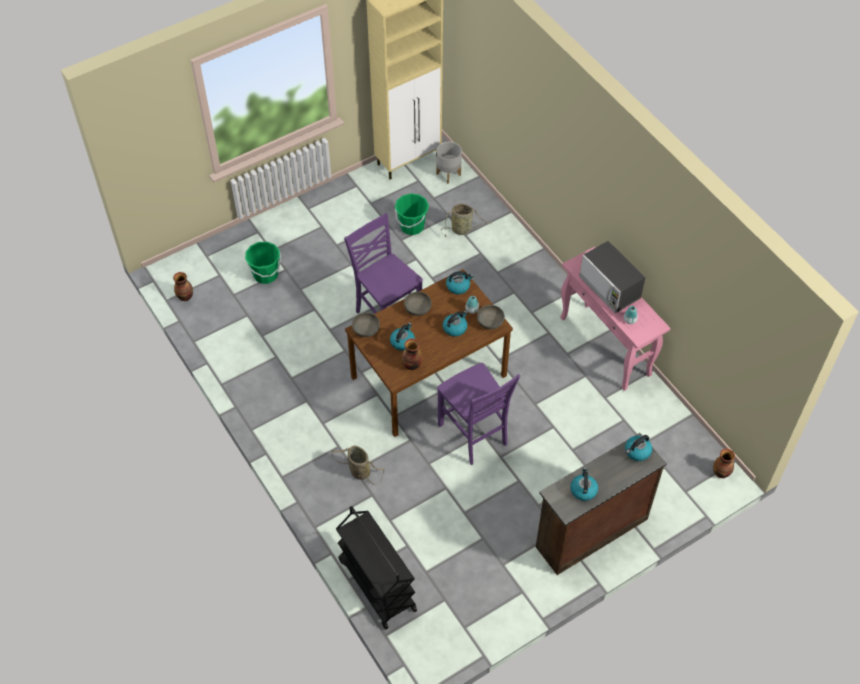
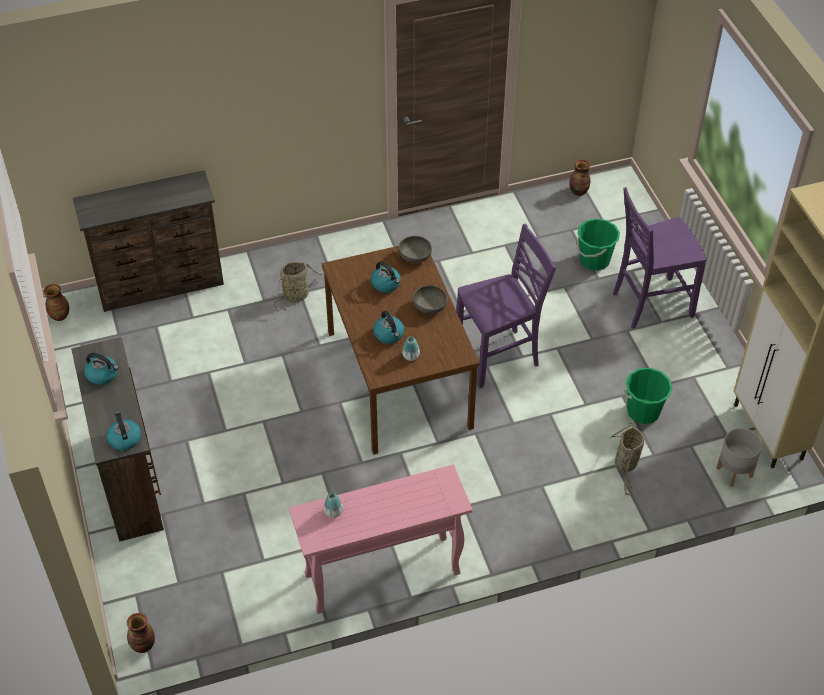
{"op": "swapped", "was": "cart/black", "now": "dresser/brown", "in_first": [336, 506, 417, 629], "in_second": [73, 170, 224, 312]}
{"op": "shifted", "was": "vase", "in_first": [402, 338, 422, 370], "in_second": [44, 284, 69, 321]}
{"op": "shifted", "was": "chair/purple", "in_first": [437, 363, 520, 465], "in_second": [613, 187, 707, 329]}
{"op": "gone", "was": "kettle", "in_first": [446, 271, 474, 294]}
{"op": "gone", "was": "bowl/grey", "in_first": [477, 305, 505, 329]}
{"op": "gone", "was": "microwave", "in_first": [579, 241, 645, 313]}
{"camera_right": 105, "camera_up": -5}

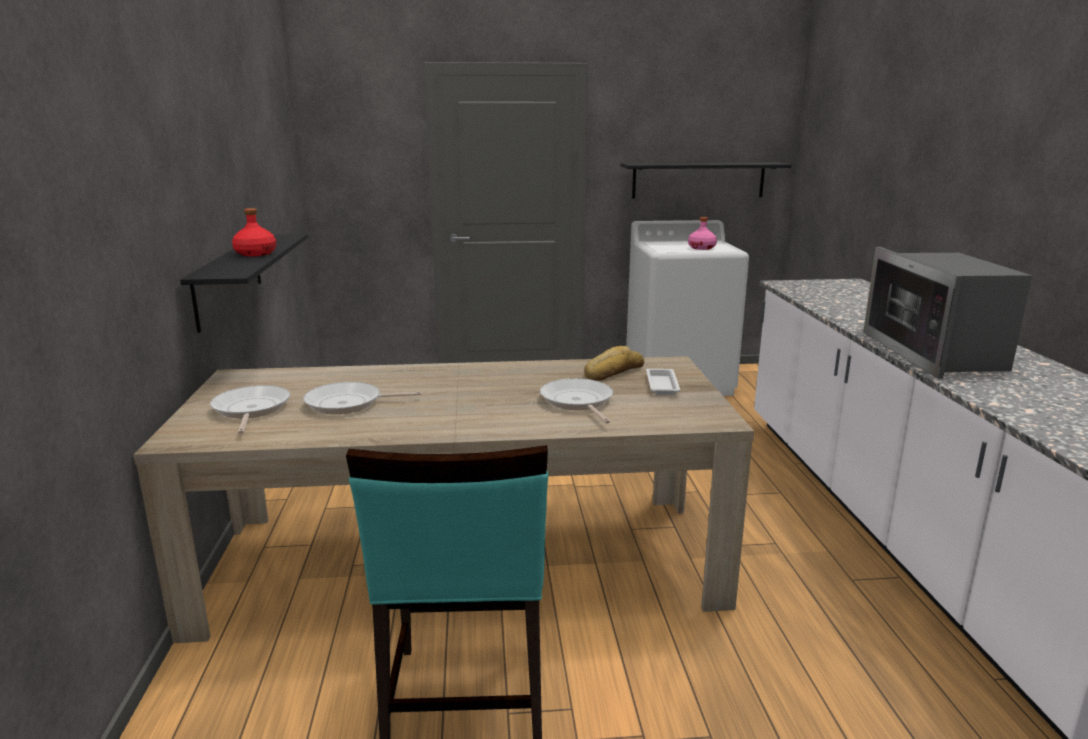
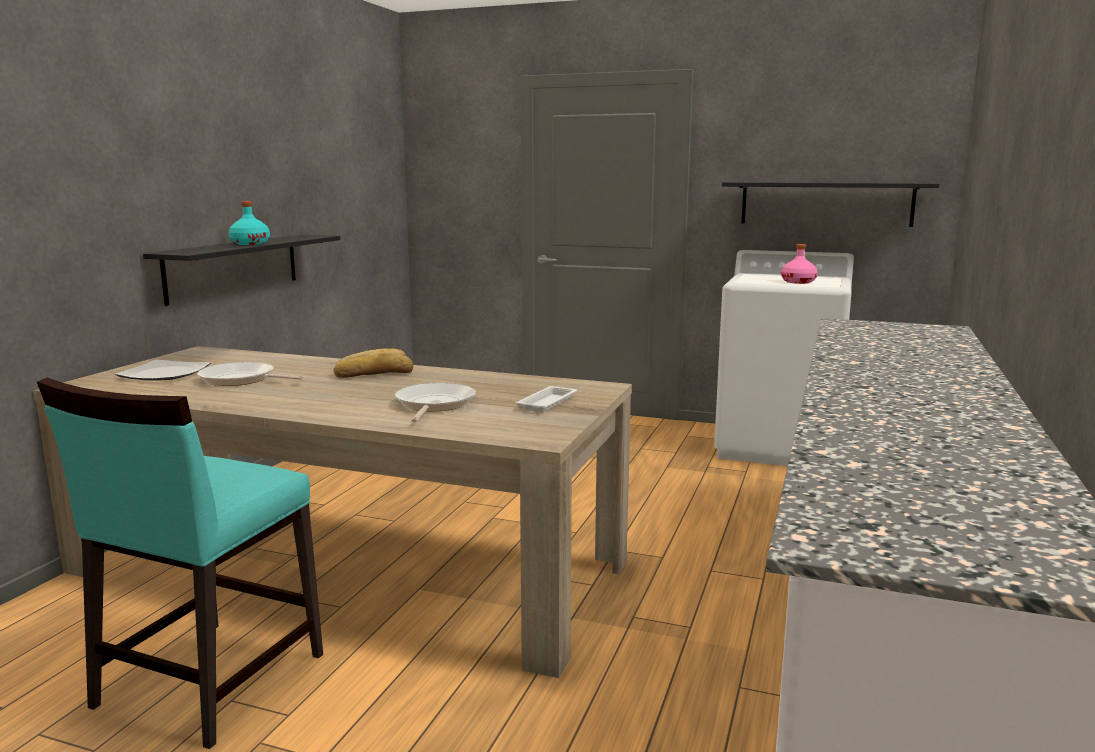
{"op": "swapped", "was": "frying pan", "now": "plate", "in_first": [210, 385, 290, 434], "in_second": [115, 360, 211, 381]}
{"op": "repainted", "was": "bottle/red", "now": "bottle/turquoise", "in_first": [232, 208, 277, 256], "in_second": [229, 201, 270, 245]}
{"op": "shifted", "was": "bread", "in_first": [584, 346, 644, 381], "in_second": [333, 348, 413, 378]}
{"op": "gone", "was": "microwave", "in_first": [863, 247, 1032, 379]}
{"camera_right": 25, "camera_up": -5}

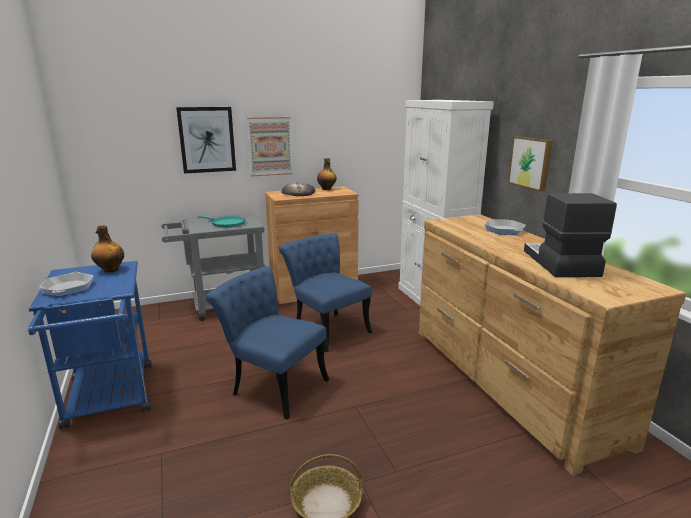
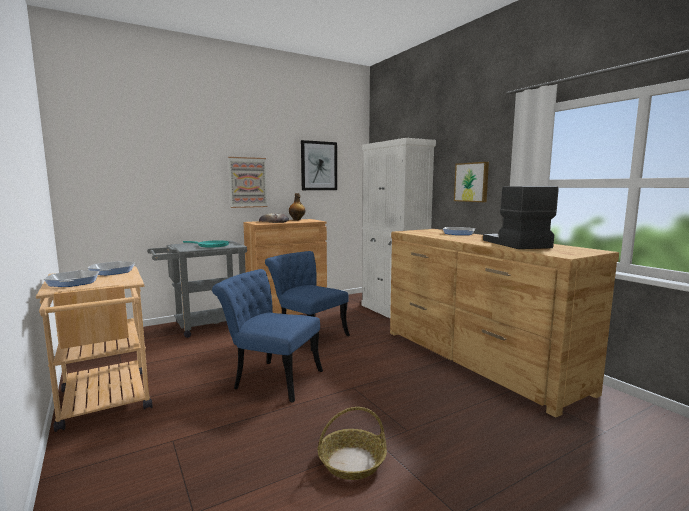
{"op": "repainted", "was": "cart/blue", "now": "cart/beige", "in_first": [28, 261, 152, 429], "in_second": [36, 266, 152, 432]}
{"op": "swapped", "was": "bottle", "now": "frying pan", "in_first": [91, 225, 124, 272], "in_second": [87, 261, 135, 275]}
{"op": "shifted", "was": "picture", "in_first": [176, 107, 236, 174], "in_second": [301, 140, 337, 190]}
{"camera_right": -10, "camera_up": -10}

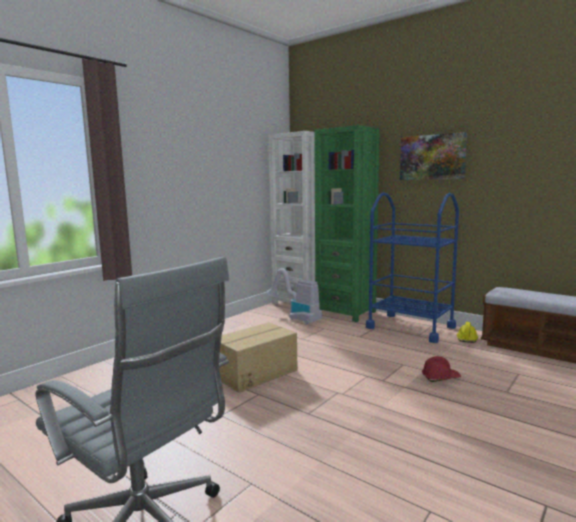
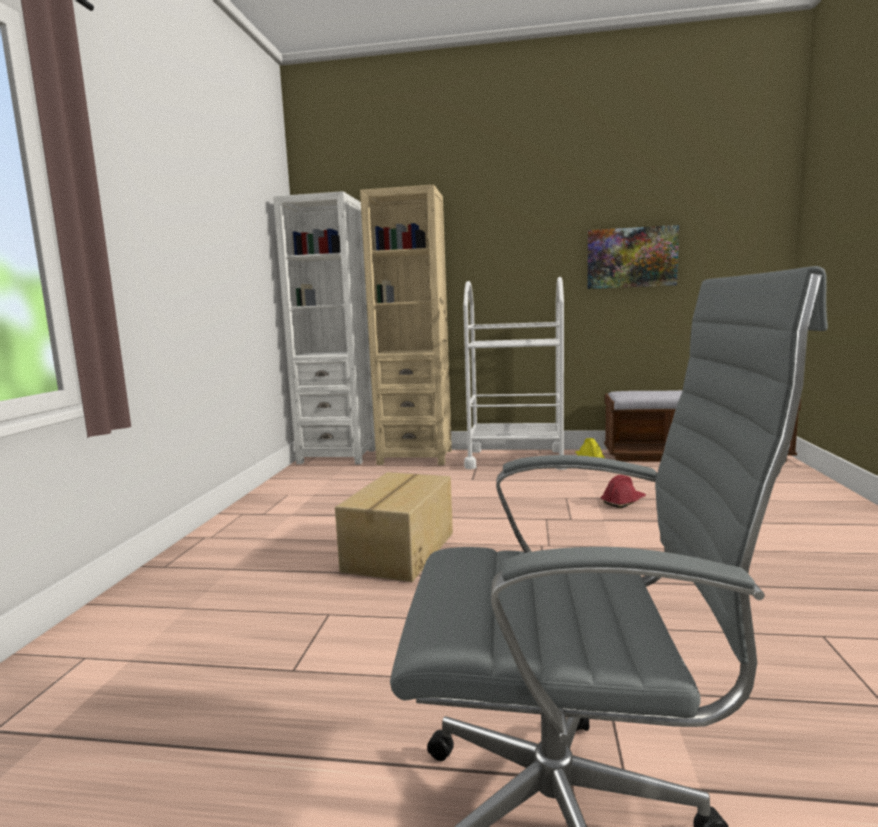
{"op": "gone", "was": "vacuum cleaner", "in_first": [266, 268, 322, 325]}
{"op": "repainted", "was": "bookcase/green", "now": "bookcase/beige", "in_first": [314, 125, 380, 322], "in_second": [360, 185, 452, 465]}
{"op": "repainted", "was": "cart/blue", "now": "cart/white", "in_first": [366, 192, 459, 343], "in_second": [463, 277, 567, 470]}
{"op": "shifted", "was": "picture", "in_first": [400, 132, 467, 180], "in_second": [587, 225, 679, 289]}
{"camera_right": -30, "camera_up": 0}

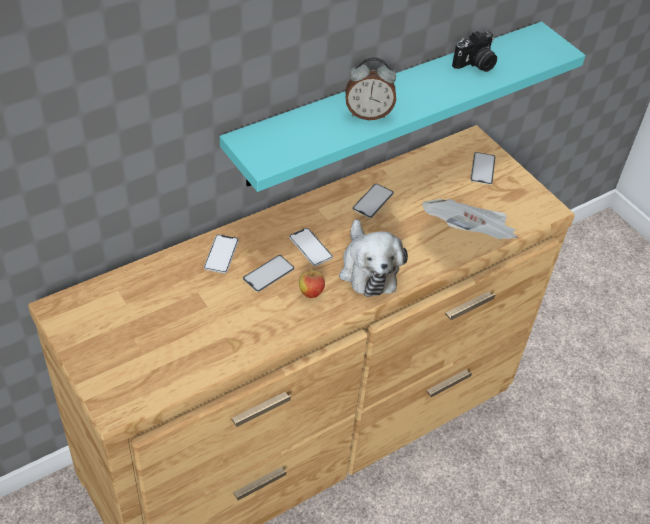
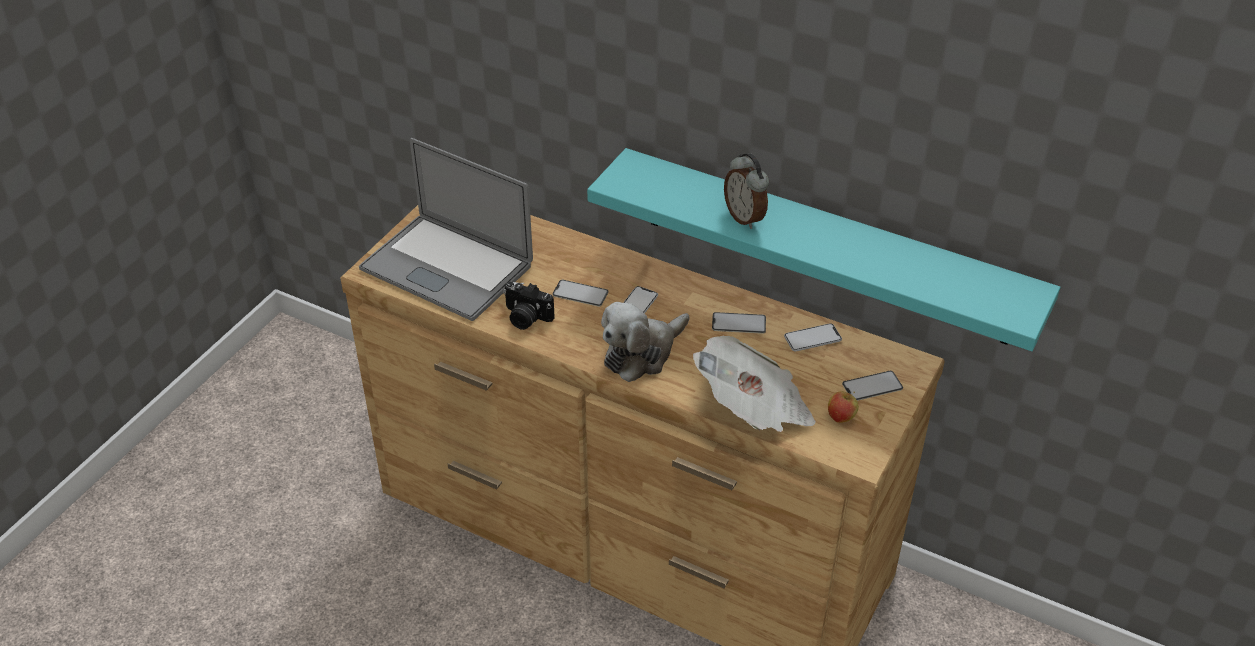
{"op": "shifted", "was": "phone", "in_first": [204, 234, 239, 273], "in_second": [784, 323, 842, 351]}
{"op": "shifted", "was": "apple", "in_first": [299, 267, 325, 298], "in_second": [828, 391, 859, 423]}
{"op": "shifted", "was": "photo camera", "in_first": [452, 31, 497, 72], "in_second": [503, 281, 555, 330]}
{"op": "new", "now": "laptop", "in_second": [359, 138, 533, 321]}
{"camera_right": 65, "camera_up": -5}

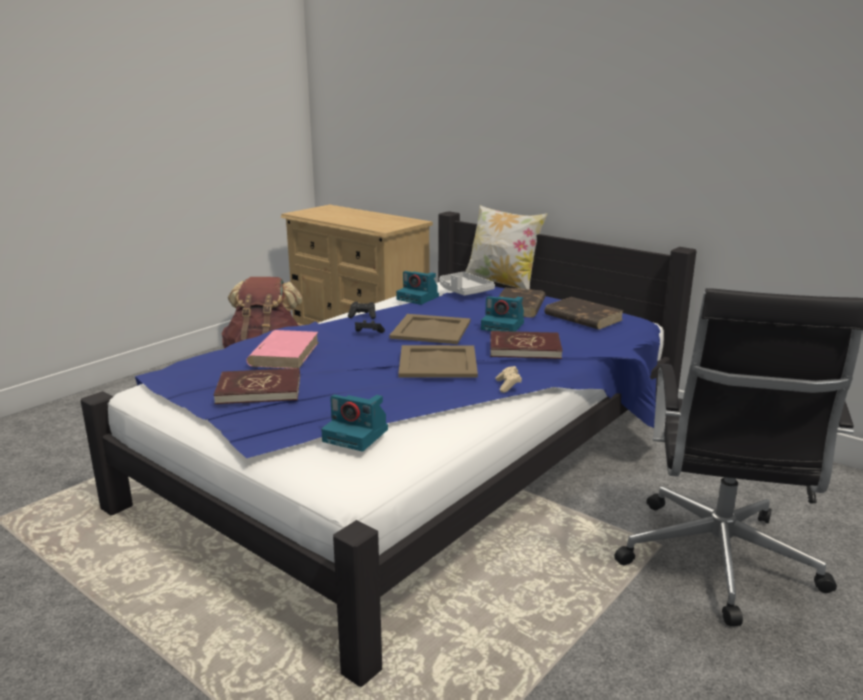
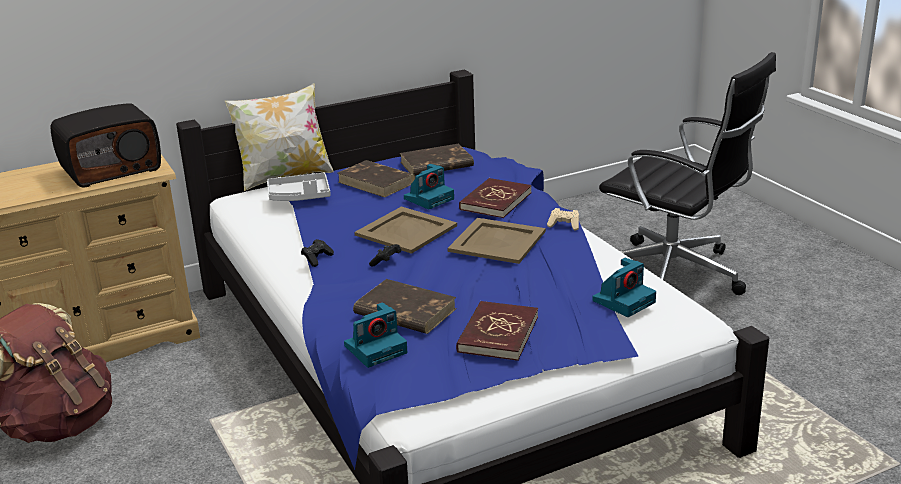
{"op": "repainted", "was": "book/pink", "now": "book/brown", "in_first": [246, 330, 319, 369], "in_second": [353, 279, 457, 334]}
{"op": "shifted", "was": "photo camera", "in_first": [396, 271, 439, 305], "in_second": [344, 302, 408, 368]}
{"op": "new", "now": "radio", "in_second": [50, 103, 161, 188]}
{"camera_right": -65, "camera_up": 5}

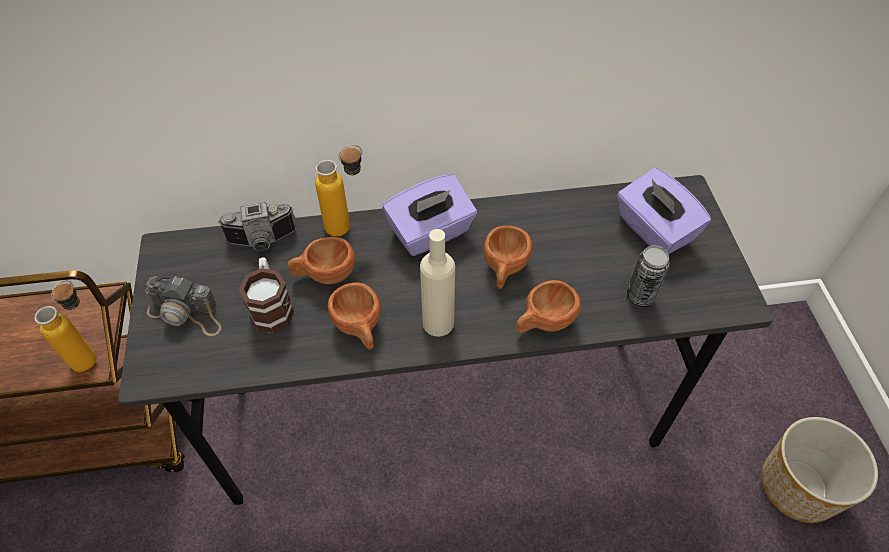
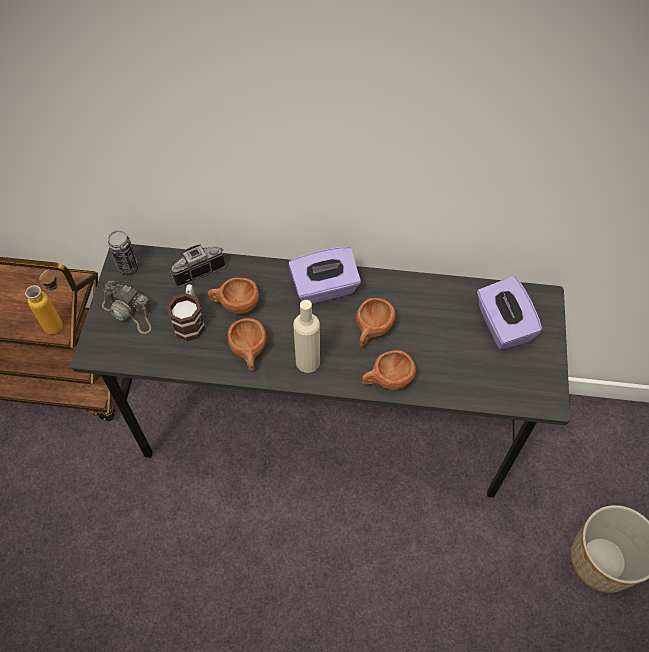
{"op": "rotated", "was": "photo camera", "in_first": [218, 202, 297, 251], "in_second": [170, 245, 225, 287], "clockwise": 150}
{"op": "gone", "was": "bottle", "in_first": [315, 145, 362, 237]}
{"op": "shifted", "was": "can", "in_first": [627, 245, 670, 307], "in_second": [108, 230, 139, 275]}
{"camera_right": 15, "camera_up": 5}

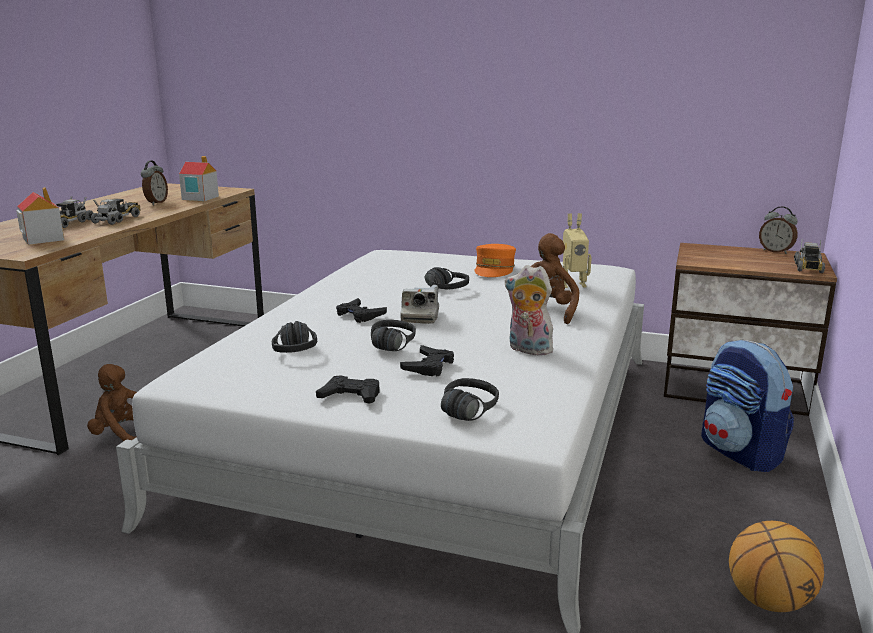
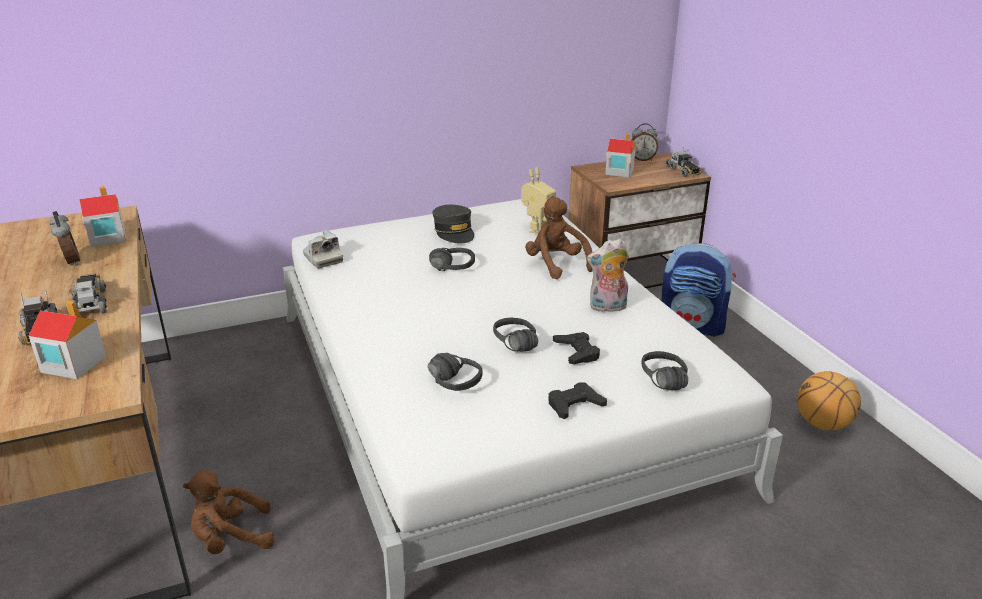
{"op": "gone", "was": "game controller/black", "in_first": [336, 298, 387, 323]}
{"op": "shifted", "was": "photo camera", "in_first": [400, 285, 439, 324], "in_second": [303, 230, 343, 269]}
{"op": "repainted", "was": "cap/orange", "now": "cap/grey", "in_first": [474, 244, 516, 277], "in_second": [432, 205, 474, 243]}
{"op": "new", "now": "toy house", "in_second": [605, 133, 636, 177]}
{"camera_right": -40, "camera_up": 10}

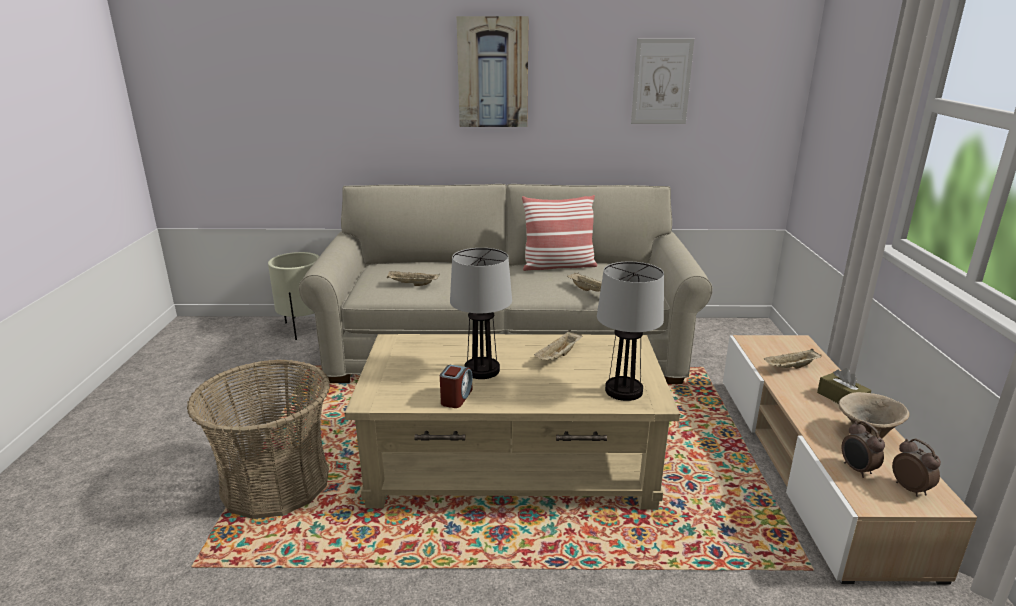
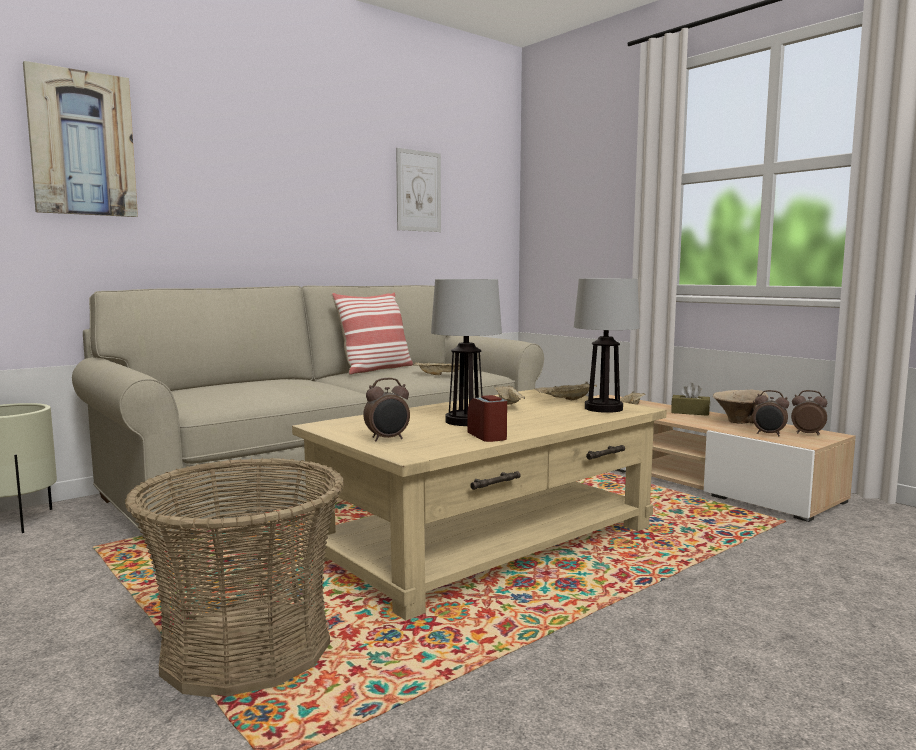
{"op": "shifted", "was": "tray/beige", "in_first": [387, 271, 440, 286], "in_second": [534, 382, 597, 400]}
{"op": "shifted", "was": "picture", "in_first": [457, 16, 529, 127], "in_second": [23, 61, 138, 217]}
{"op": "new", "now": "alarm clock", "in_second": [363, 378, 410, 441]}
{"camera_right": -40, "camera_up": -15}

